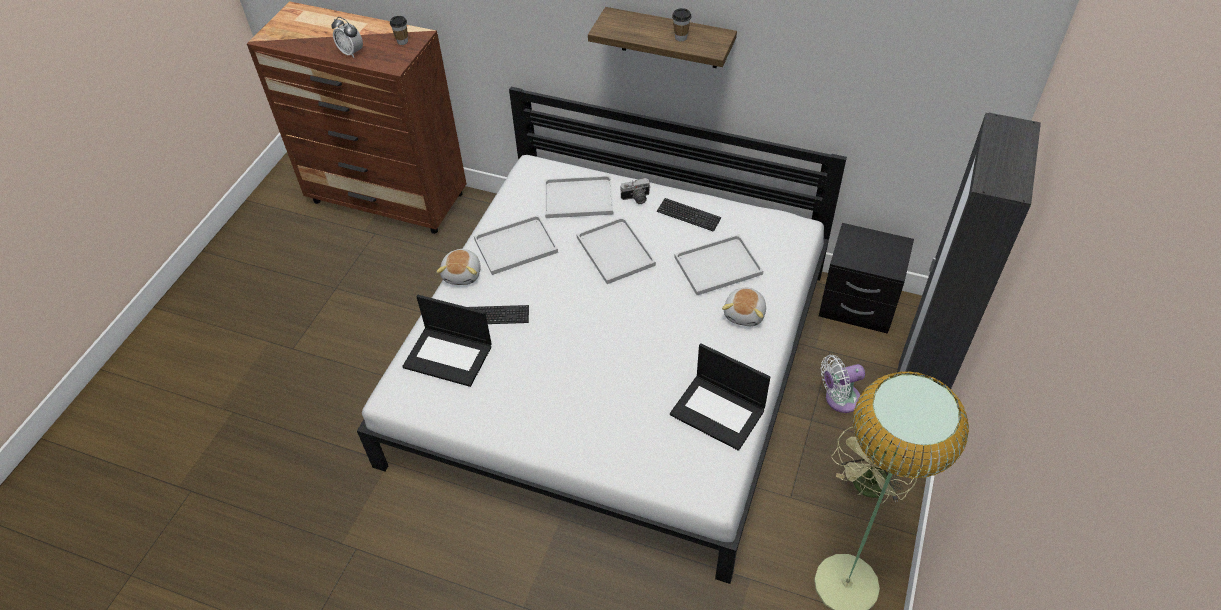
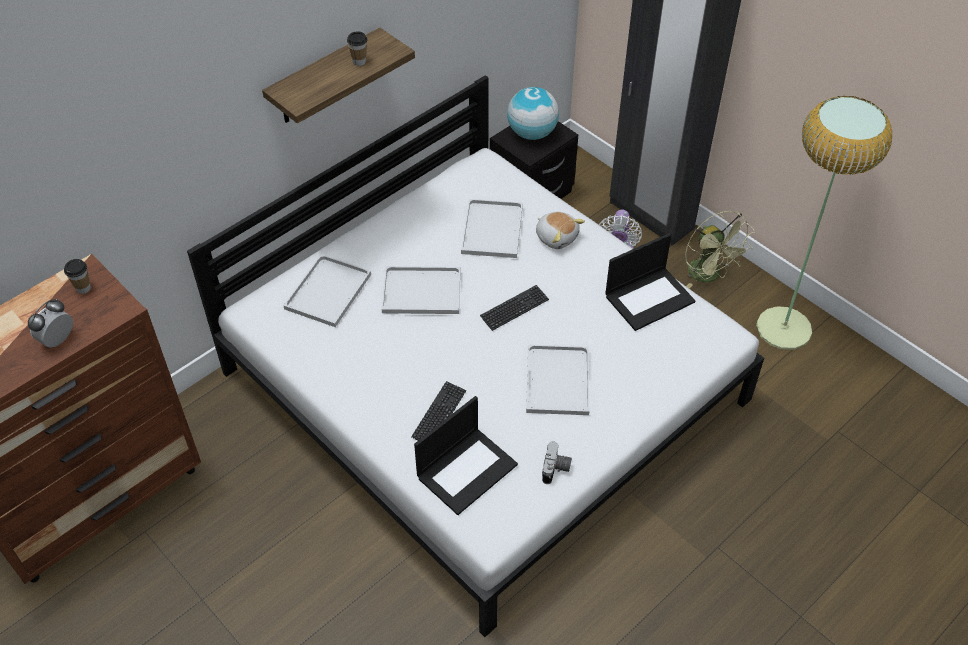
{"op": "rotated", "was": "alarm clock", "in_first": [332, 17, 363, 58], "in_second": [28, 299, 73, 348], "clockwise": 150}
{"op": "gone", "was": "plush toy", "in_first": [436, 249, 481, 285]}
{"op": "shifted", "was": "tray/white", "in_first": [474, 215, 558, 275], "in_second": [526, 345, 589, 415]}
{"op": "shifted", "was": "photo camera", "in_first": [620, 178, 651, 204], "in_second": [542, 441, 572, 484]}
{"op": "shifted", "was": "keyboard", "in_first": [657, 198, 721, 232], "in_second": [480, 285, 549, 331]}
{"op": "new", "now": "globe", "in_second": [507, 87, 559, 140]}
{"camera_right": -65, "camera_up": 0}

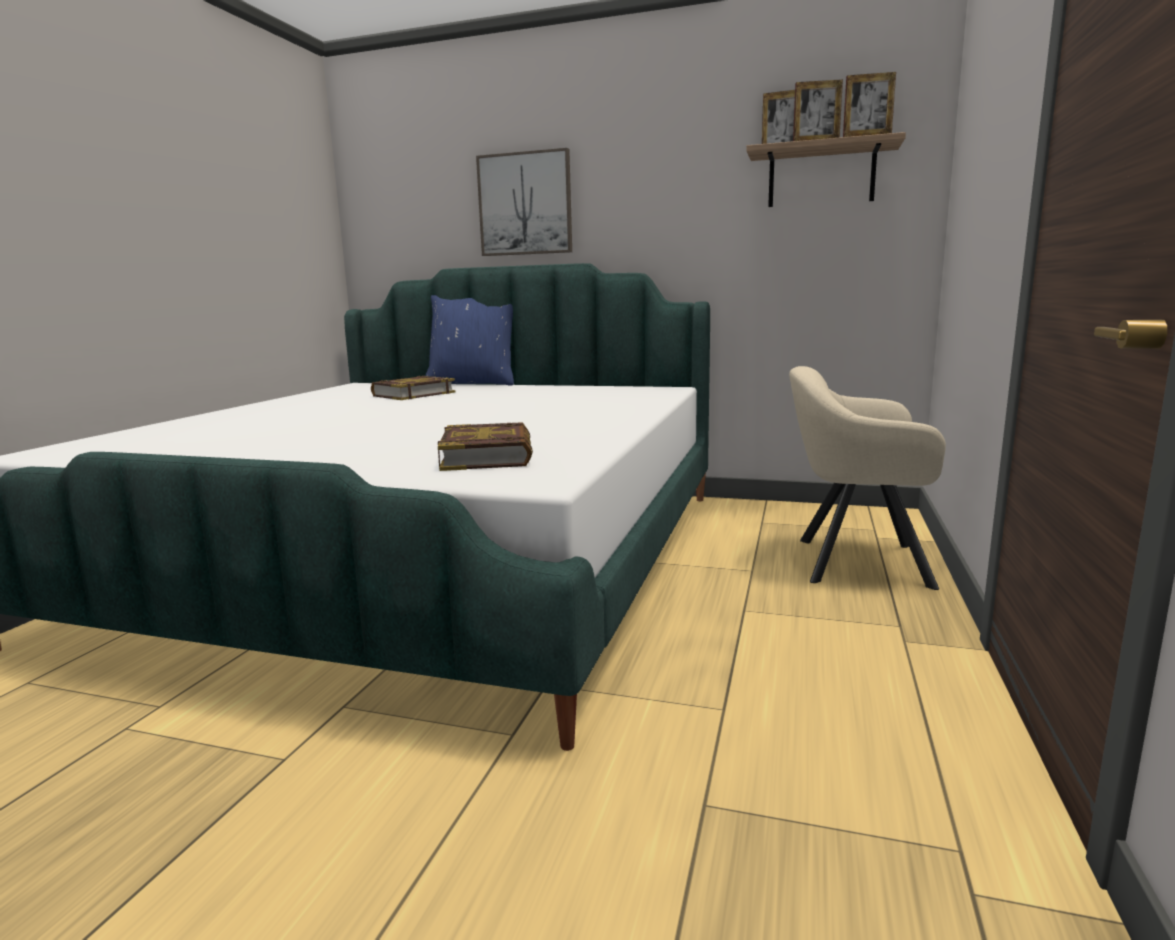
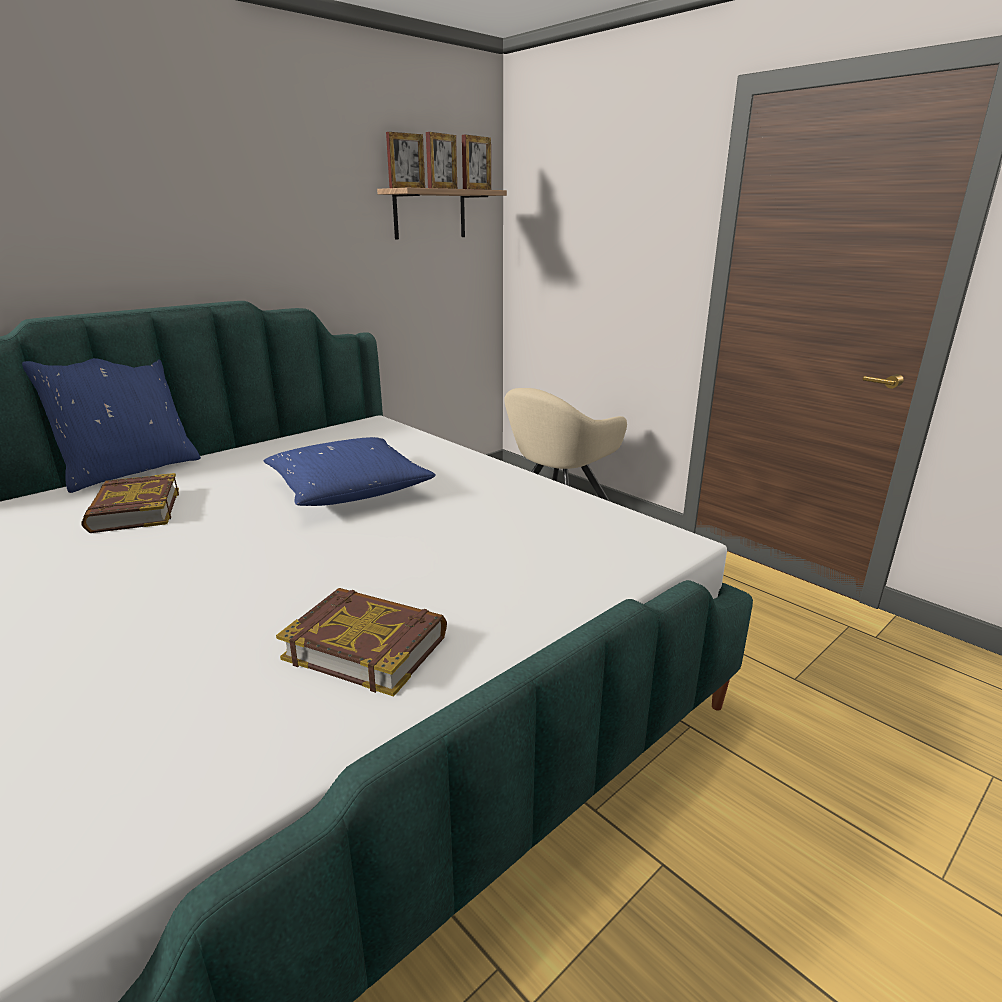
{"op": "shifted", "was": "book", "in_first": [438, 422, 533, 471], "in_second": [276, 588, 447, 697]}
{"op": "gone", "was": "picture", "in_first": [476, 148, 572, 256]}
{"op": "new", "now": "pillow/blue", "in_second": [264, 437, 436, 506]}
{"camera_right": -60, "camera_up": 10}

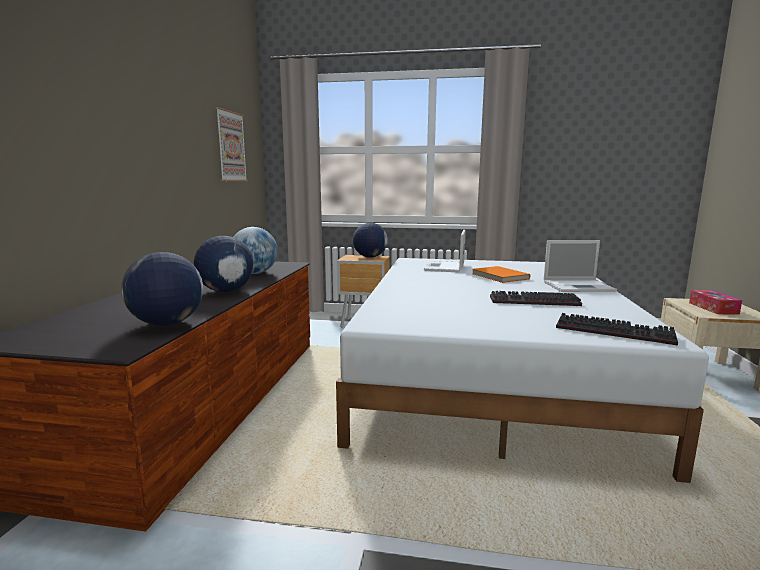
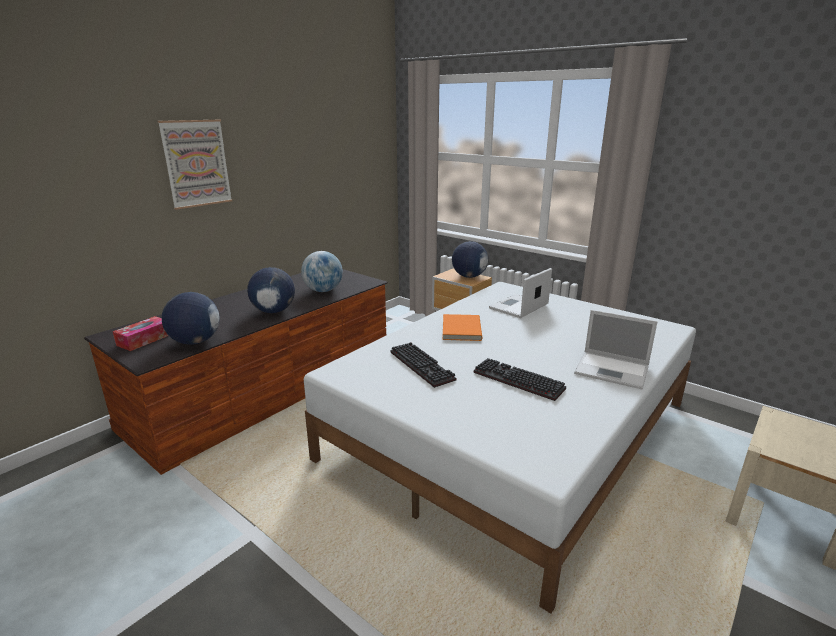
{"op": "shifted", "was": "picture", "in_first": [215, 107, 248, 181], "in_second": [158, 120, 232, 210]}
{"op": "shifted", "was": "book/orange", "in_first": [473, 266, 530, 283], "in_second": [443, 314, 482, 341]}
{"op": "shifted", "was": "keyboard", "in_first": [556, 313, 678, 346], "in_second": [390, 342, 456, 388]}
{"op": "shifted", "was": "tissue box", "in_first": [689, 290, 742, 314], "in_second": [113, 316, 169, 351]}
{"camera_right": 30, "camera_up": 10}

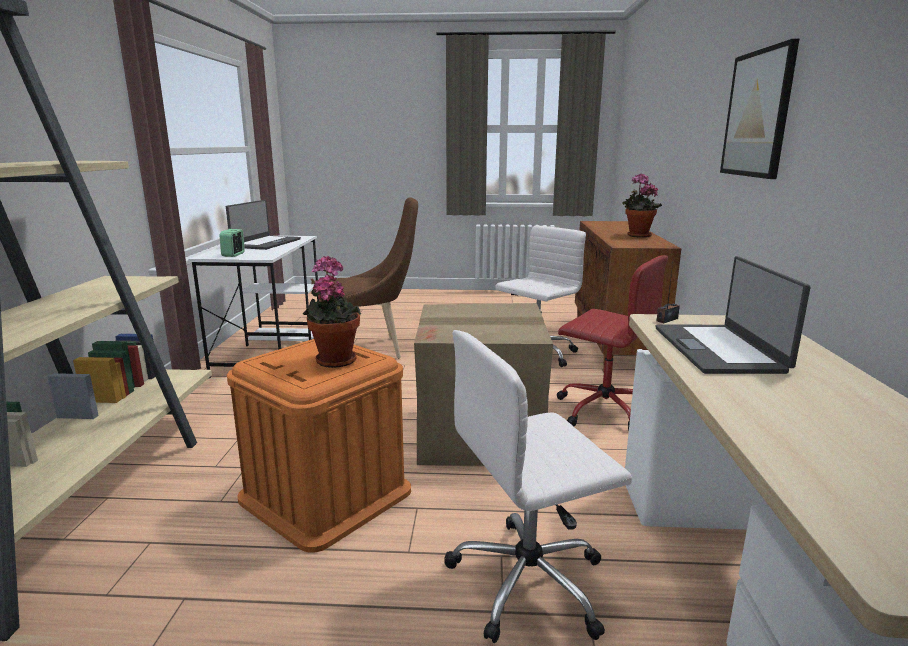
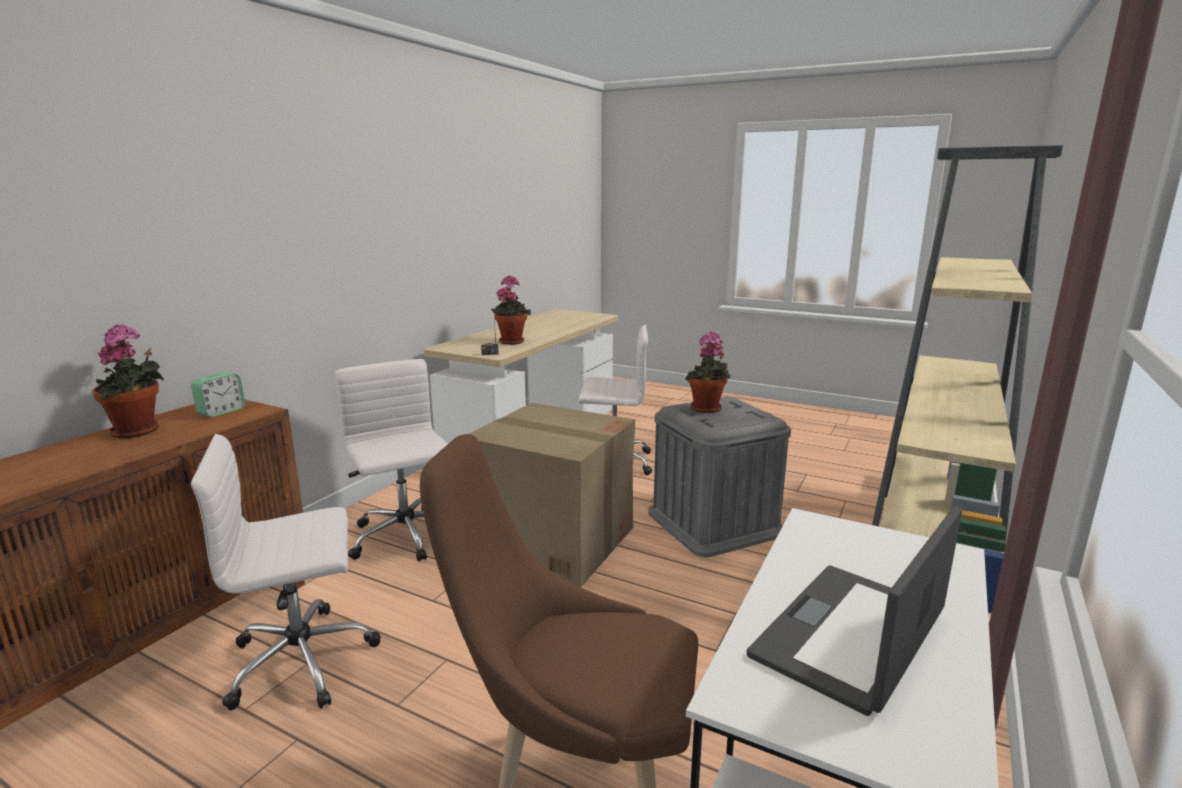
{"op": "shifted", "was": "alarm clock", "in_first": [220, 229, 245, 257], "in_second": [191, 372, 245, 417]}
{"op": "repainted", "was": "storage box/orange", "now": "storage box/grey", "in_first": [227, 339, 411, 553], "in_second": [648, 397, 791, 557]}
{"op": "repainted", "was": "office chair/red", "now": "office chair/white", "in_first": [557, 255, 668, 431], "in_second": [335, 359, 448, 561]}
{"op": "swapped", "was": "laptop", "now": "potted plant", "in_first": [656, 256, 811, 374], "in_second": [491, 275, 531, 345]}
{"op": "gone", "was": "picture", "in_first": [720, 39, 799, 179]}
{"camera_right": -155, "camera_up": 0}

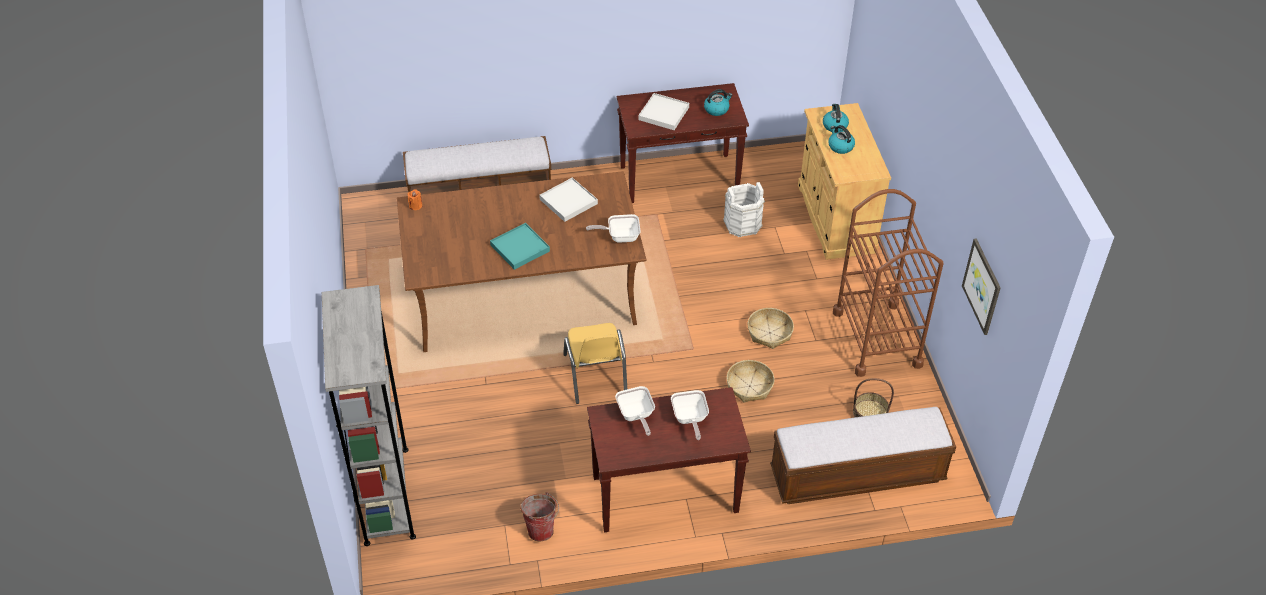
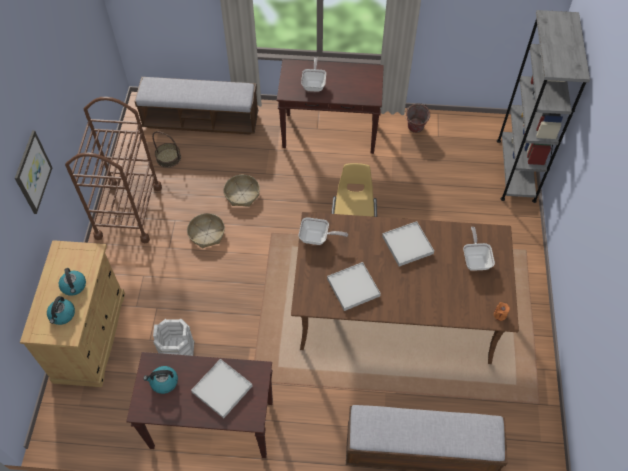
{"op": "repainted", "was": "tray/turquoise", "now": "tray/white", "in_first": [490, 223, 550, 270], "in_second": [382, 221, 434, 266]}
{"op": "shifted", "was": "frying pan", "in_first": [615, 386, 655, 436], "in_second": [463, 227, 495, 271]}
{"op": "shifted", "was": "picture", "in_first": [962, 238, 1001, 335], "in_second": [15, 130, 52, 214]}
{"camera_right": -165, "camera_up": 10}

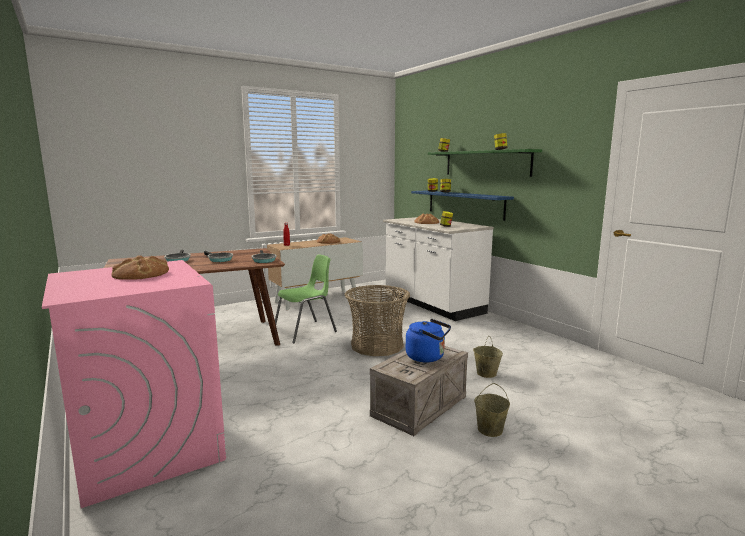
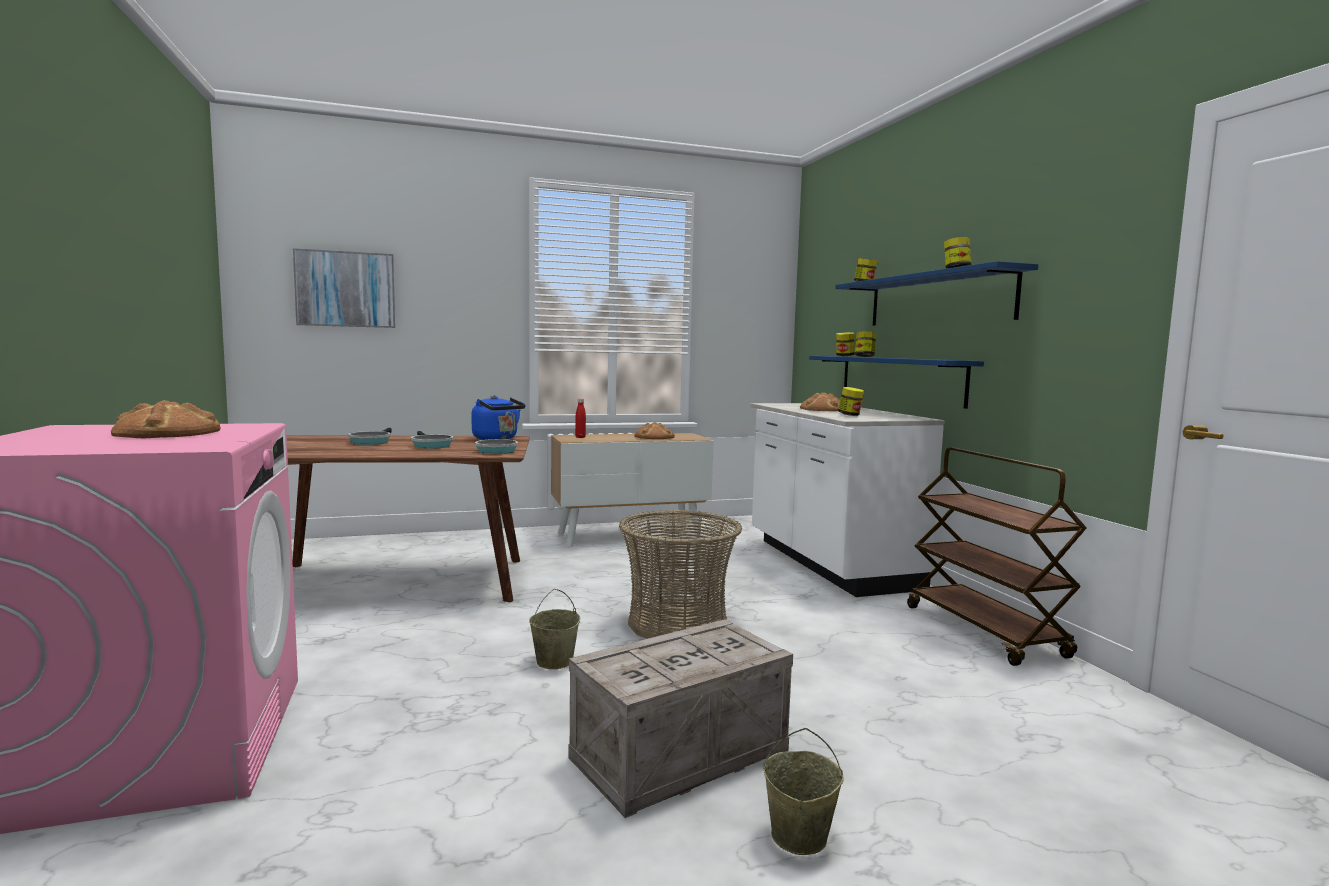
{"op": "gone", "was": "chair/green", "in_first": [275, 255, 337, 343]}
{"op": "shifted", "was": "kettle/blue", "in_first": [406, 319, 451, 362], "in_second": [471, 395, 526, 440]}
{"op": "repainted", "was": "shelf/green", "now": "shelf/blue", "in_first": [428, 149, 542, 177], "in_second": [835, 261, 1039, 326]}
{"op": "shifted", "was": "bucket/beige", "in_first": [473, 336, 503, 378], "in_second": [529, 589, 580, 669]}
{"op": "new", "now": "picture", "in_second": [293, 248, 395, 328]}
{"op": "new", "now": "cart/brown", "in_second": [907, 447, 1087, 666]}
{"camera_right": 15, "camera_up": -5}

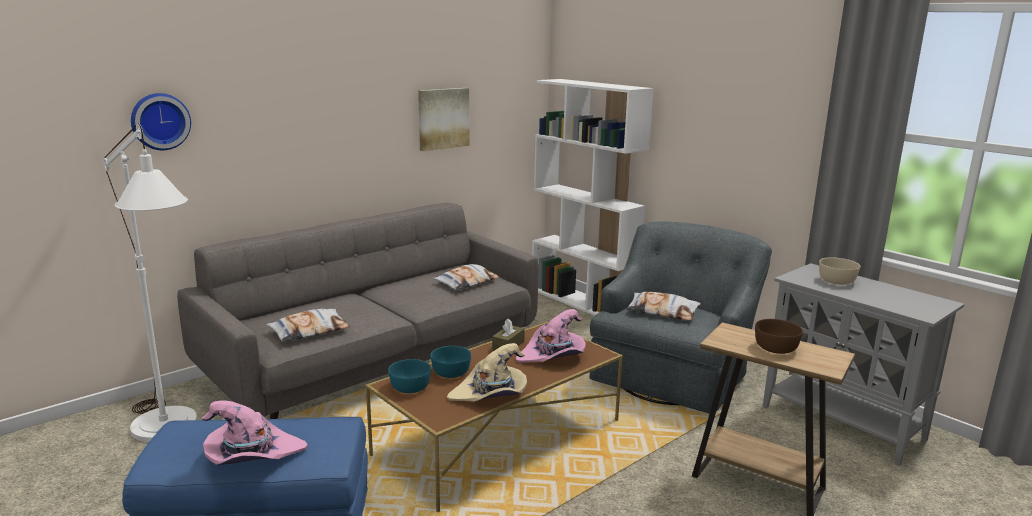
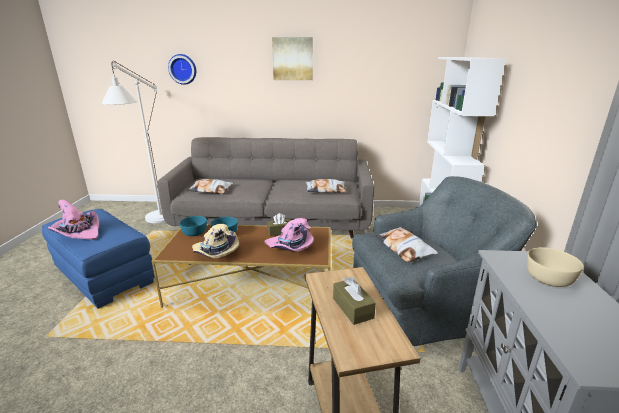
{"op": "shifted", "was": "picture", "in_first": [418, 88, 469, 151], "in_second": [272, 37, 313, 80]}
{"op": "swapped", "was": "bowl/brown", "now": "tissue box/brown", "in_first": [755, 319, 803, 354], "in_second": [333, 277, 376, 325]}
{"camera_right": 45, "camera_up": 5}

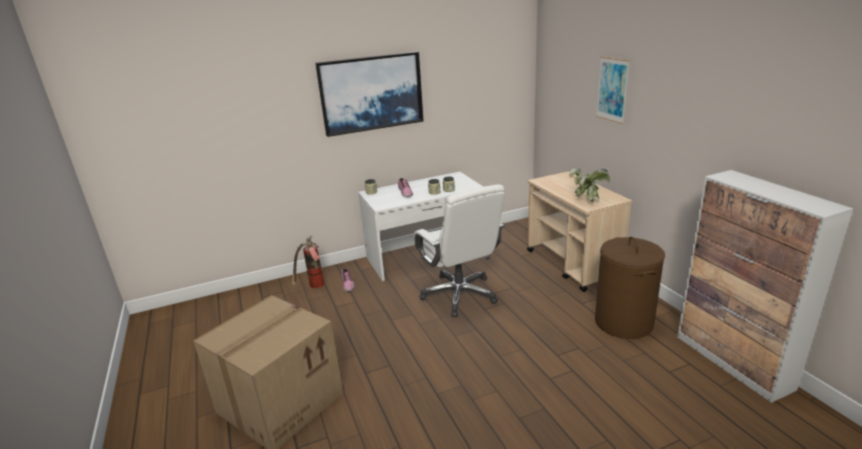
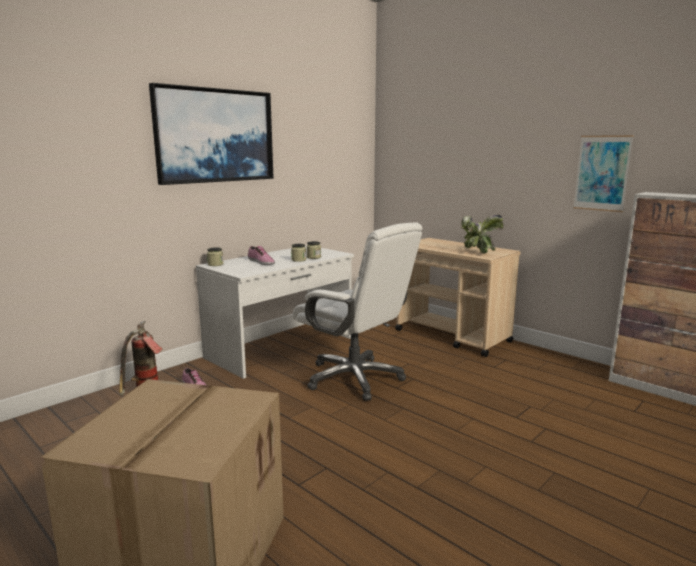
{"op": "gone", "was": "laundry basket/brown", "in_first": [595, 237, 665, 339]}
{"op": "shifted", "was": "picture", "in_first": [596, 56, 630, 124], "in_second": [573, 135, 633, 212]}
{"camera_right": -25, "camera_up": -10}

